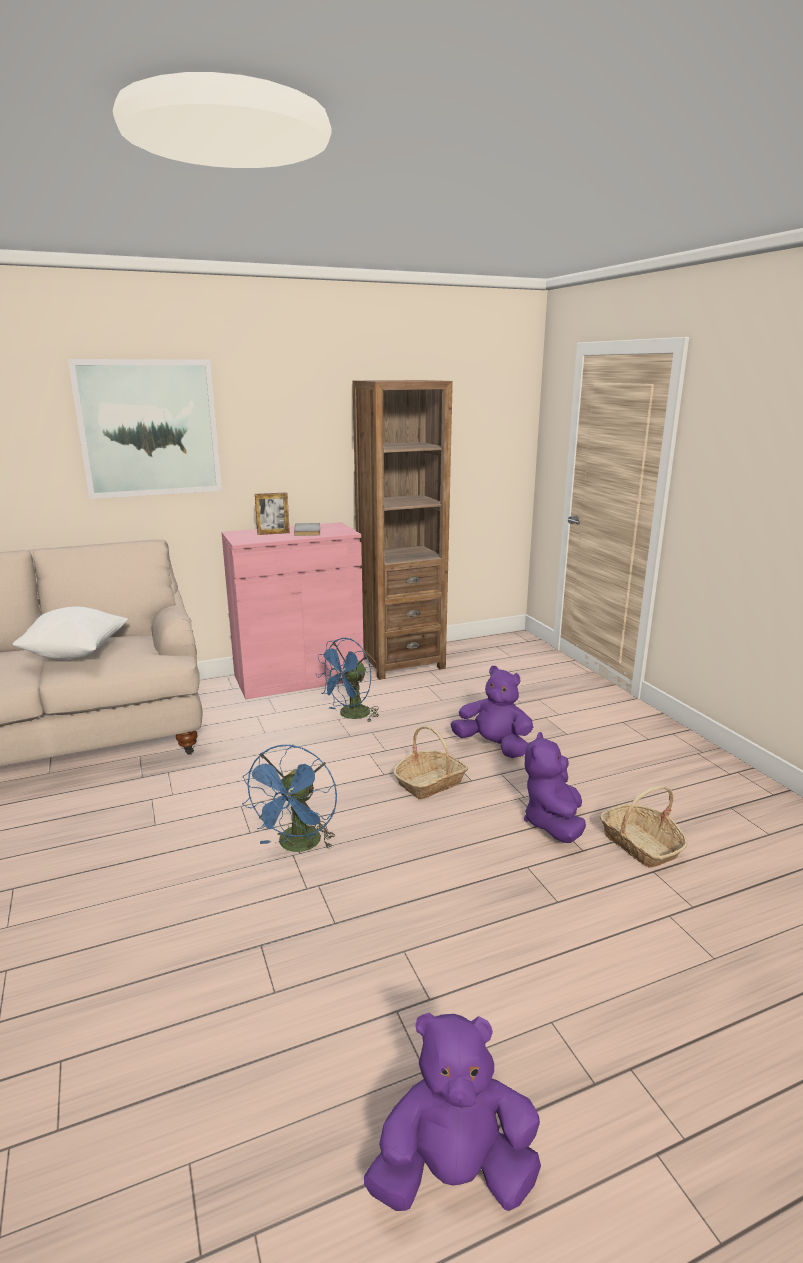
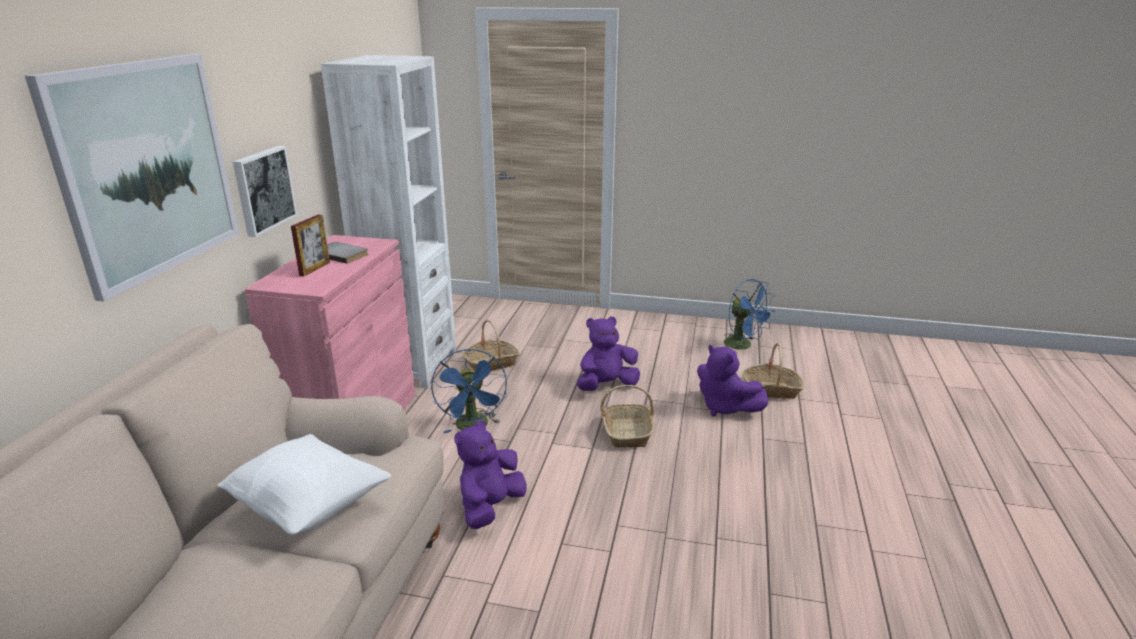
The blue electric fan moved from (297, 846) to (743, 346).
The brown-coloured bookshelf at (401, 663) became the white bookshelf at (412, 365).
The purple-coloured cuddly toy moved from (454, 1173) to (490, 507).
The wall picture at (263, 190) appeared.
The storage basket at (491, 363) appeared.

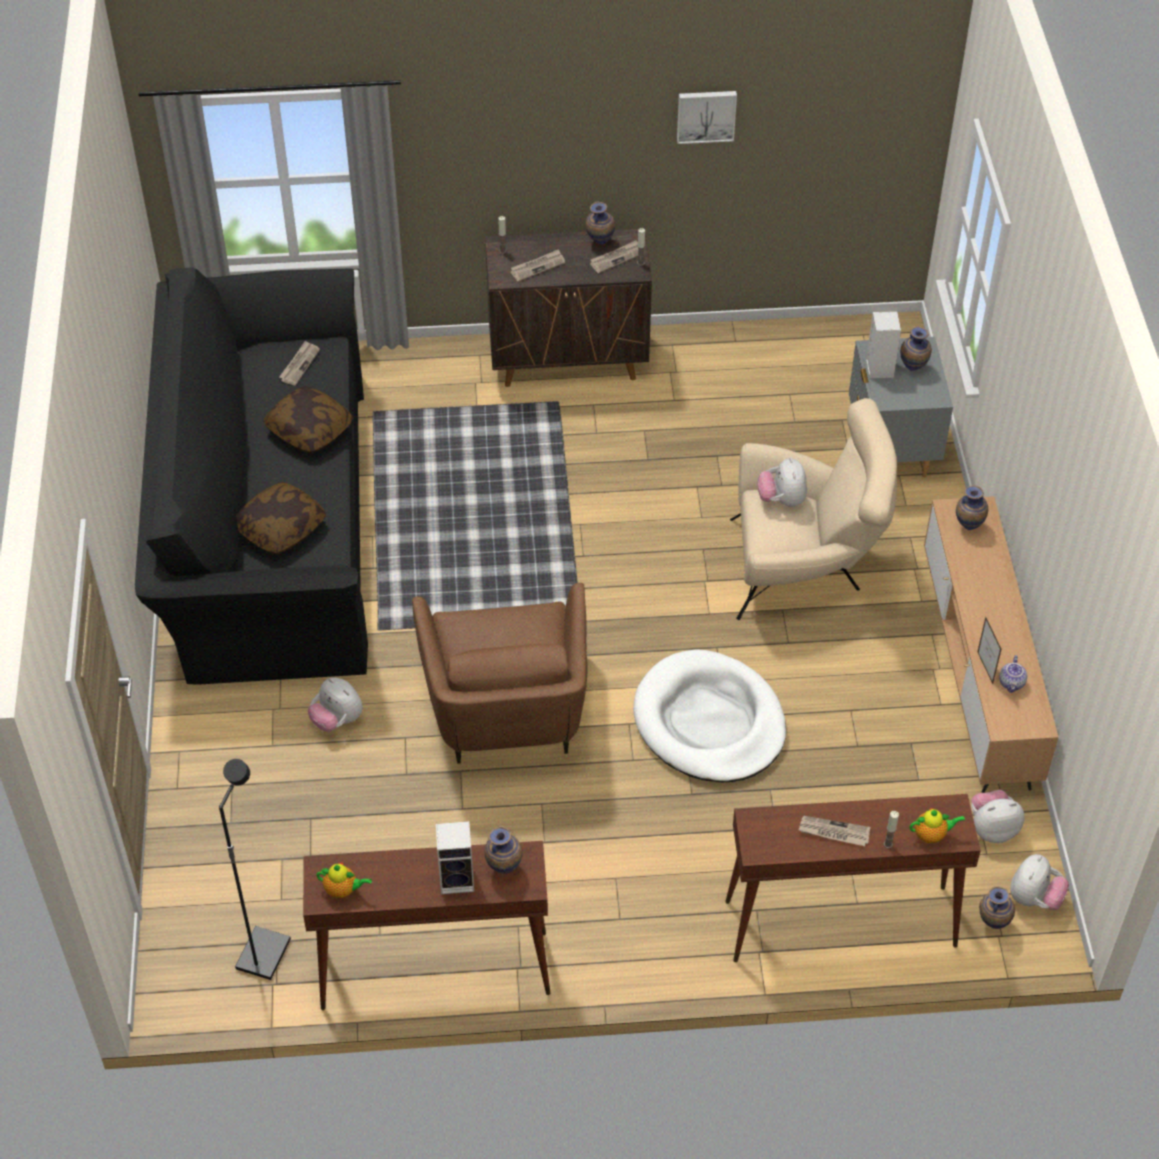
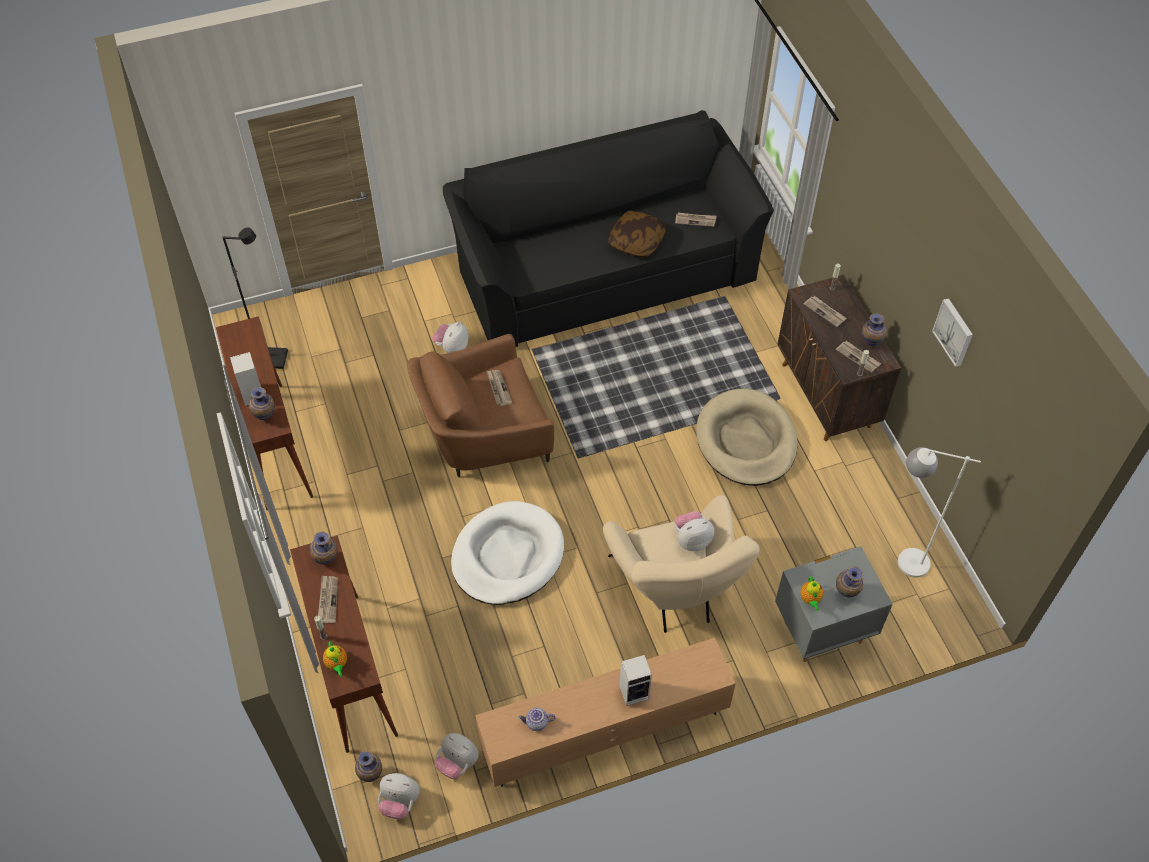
The throw pillow at (281, 528) disappeared.
The teapot moved from (343, 890) to (810, 599).
The audio speaker moved from (878, 367) to (635, 691).
The flower vase moved from (968, 526) to (327, 560).
The cuddly toy at (992, 828) turned 150 degrees clockwise.
The standing frame at (985, 668) disappeared.
The newspaper at (498, 388) appeared.
The beige dog bed at (746, 440) appeared.
The white standing lamp at (901, 560) appeared.

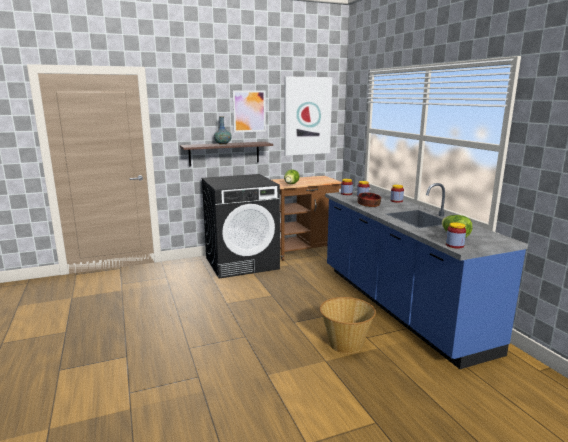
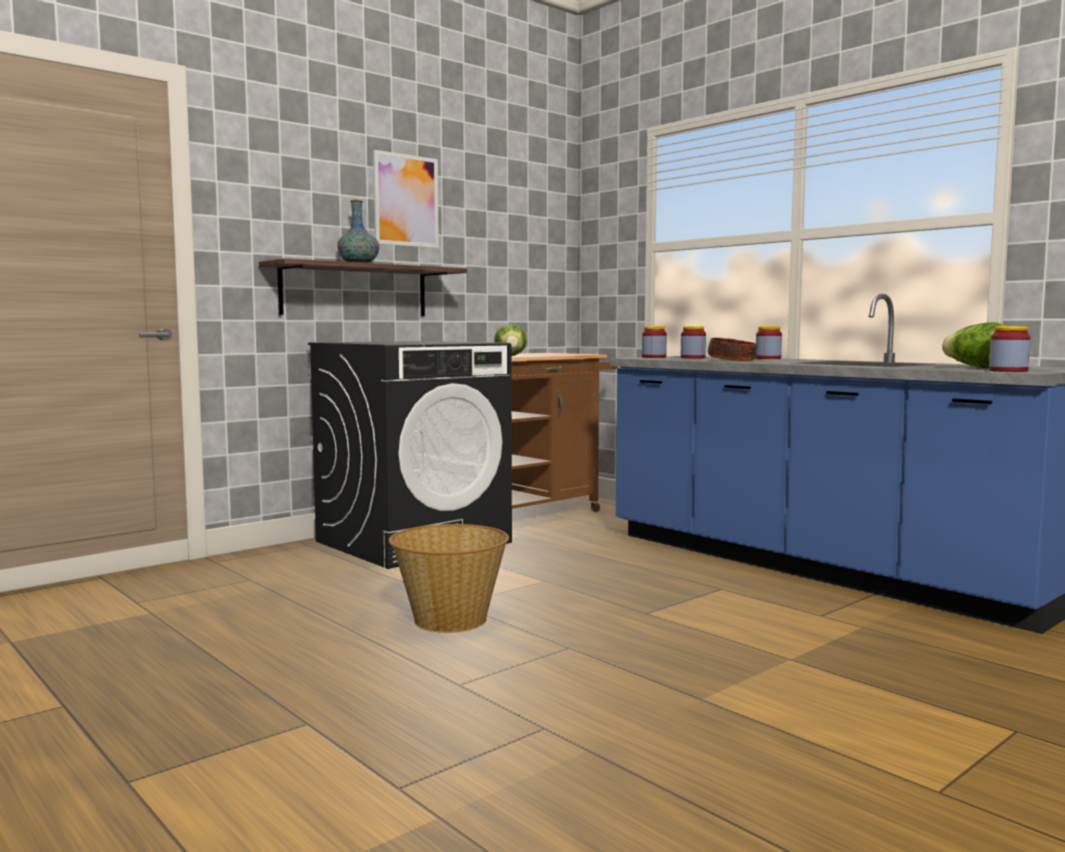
The wall picture at (307, 116) disappeared.
The storage basket moved from (345, 344) to (450, 619).

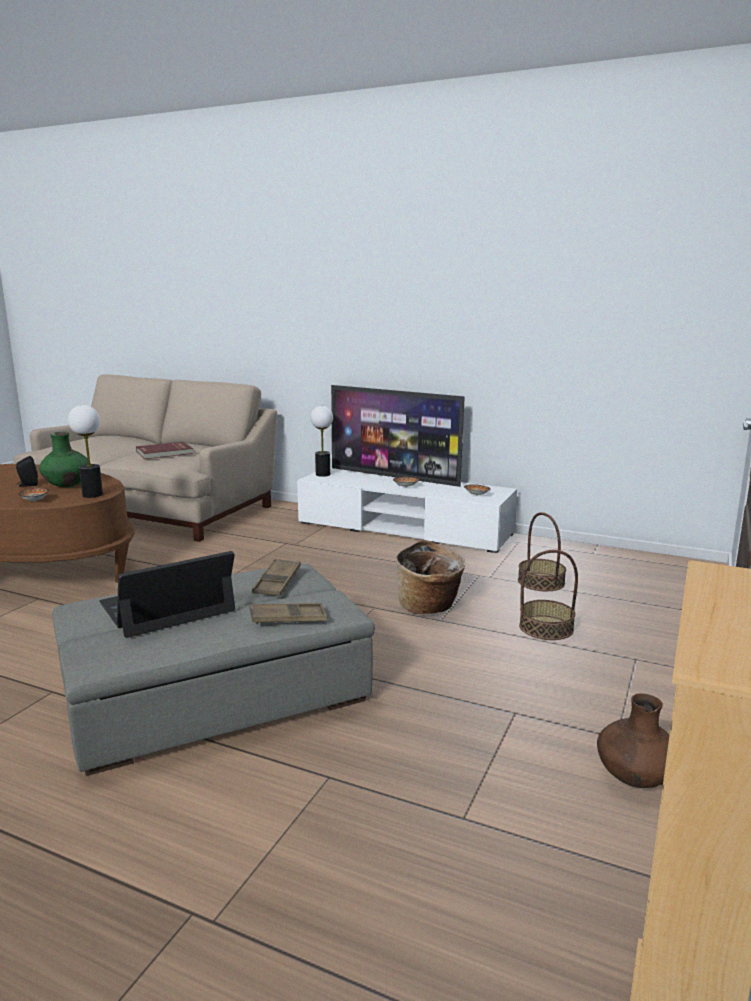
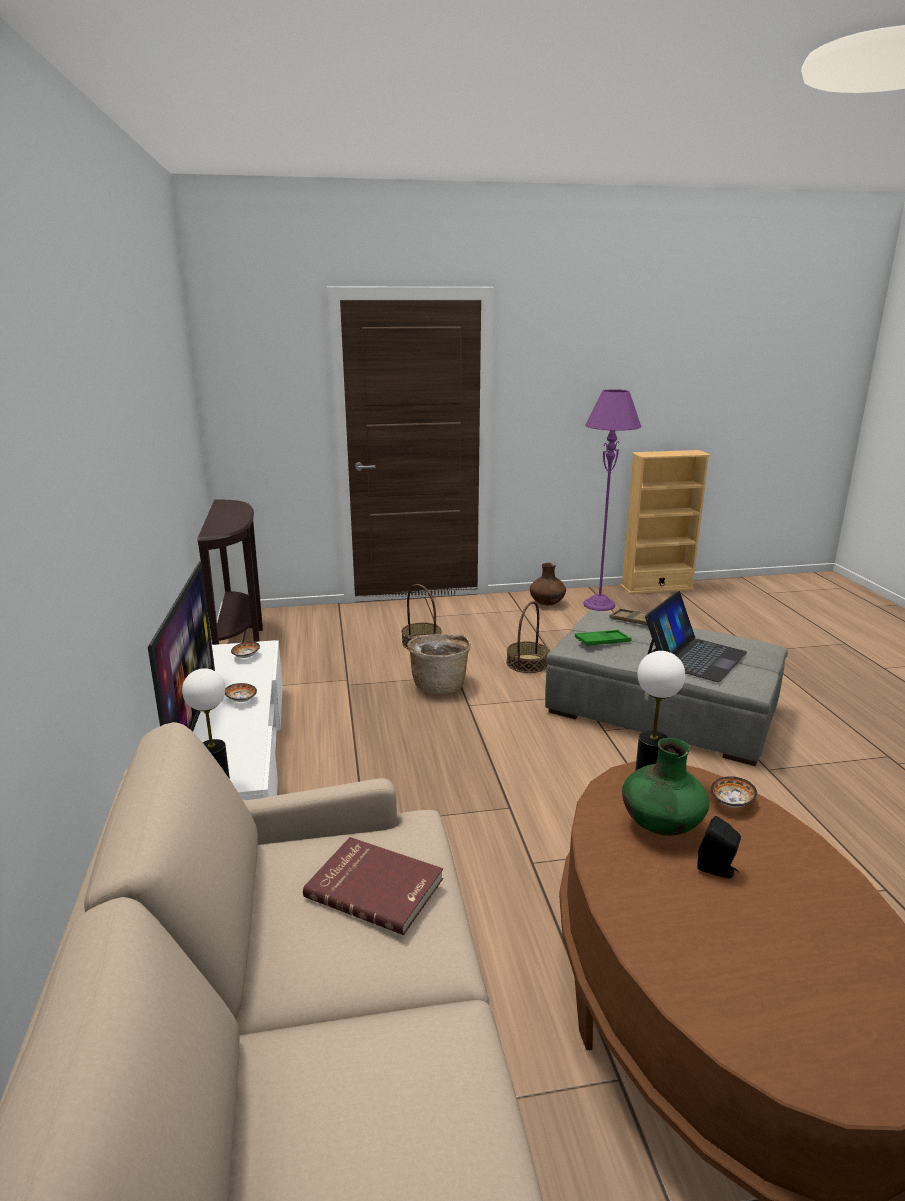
The portable computer at (167, 607) turned 75 degrees counterclockwise.
The brown-coloured serving tray at (277, 582) became the green-coloured serving tray at (602, 642).
The storage basket moved from (541, 582) to (527, 663).
The brown-coloured narrow table at (241, 640) appeared.
The purple-coloured standing lamp at (599, 605) appeared.

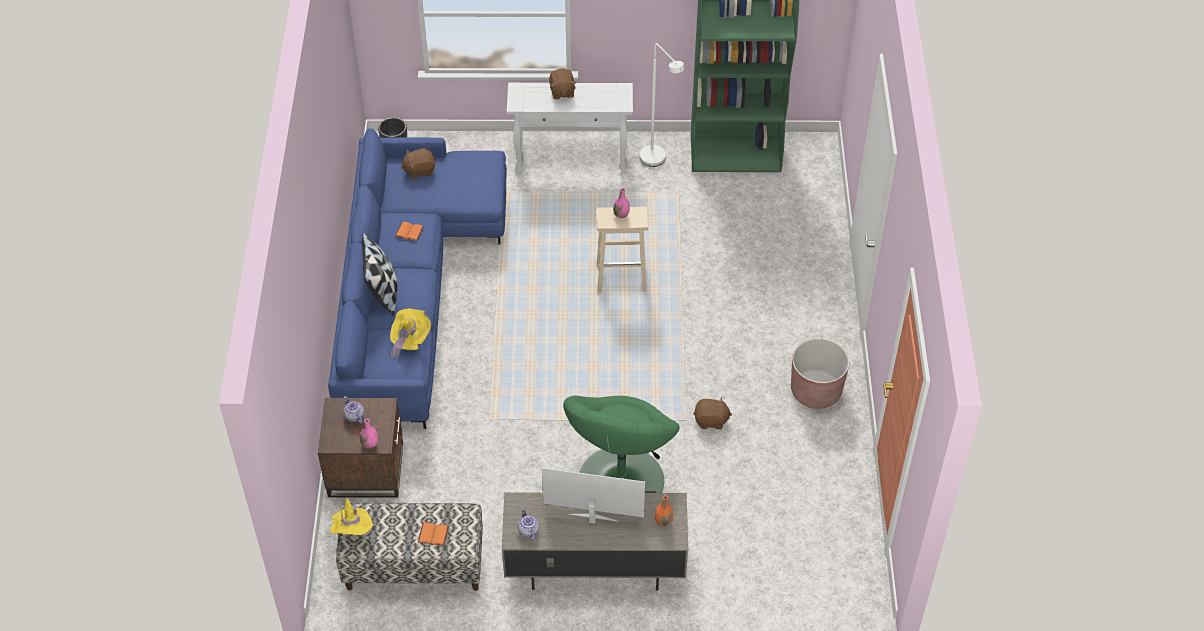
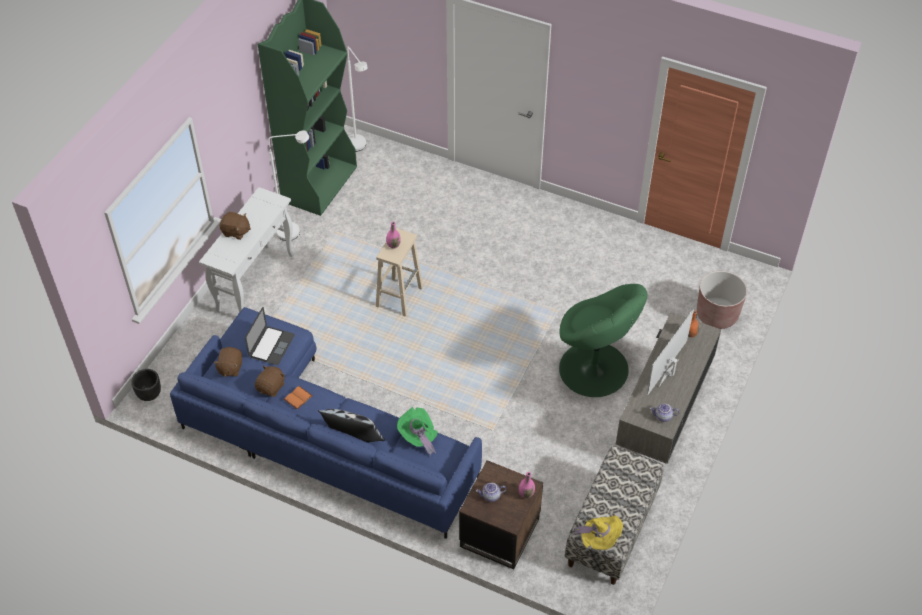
The yellowish hat at (409, 340) became the green-coloured hat at (418, 437).
The orange-coloured bound book at (434, 534) disappeared.
The brown-coloured cuddly toy moved from (711, 420) to (271, 387).
The brown-coloured plant pot moved from (816, 391) to (717, 315).
The portable computer at (271, 346) appeared.
The white standing lamp at (358, 147) appeared.

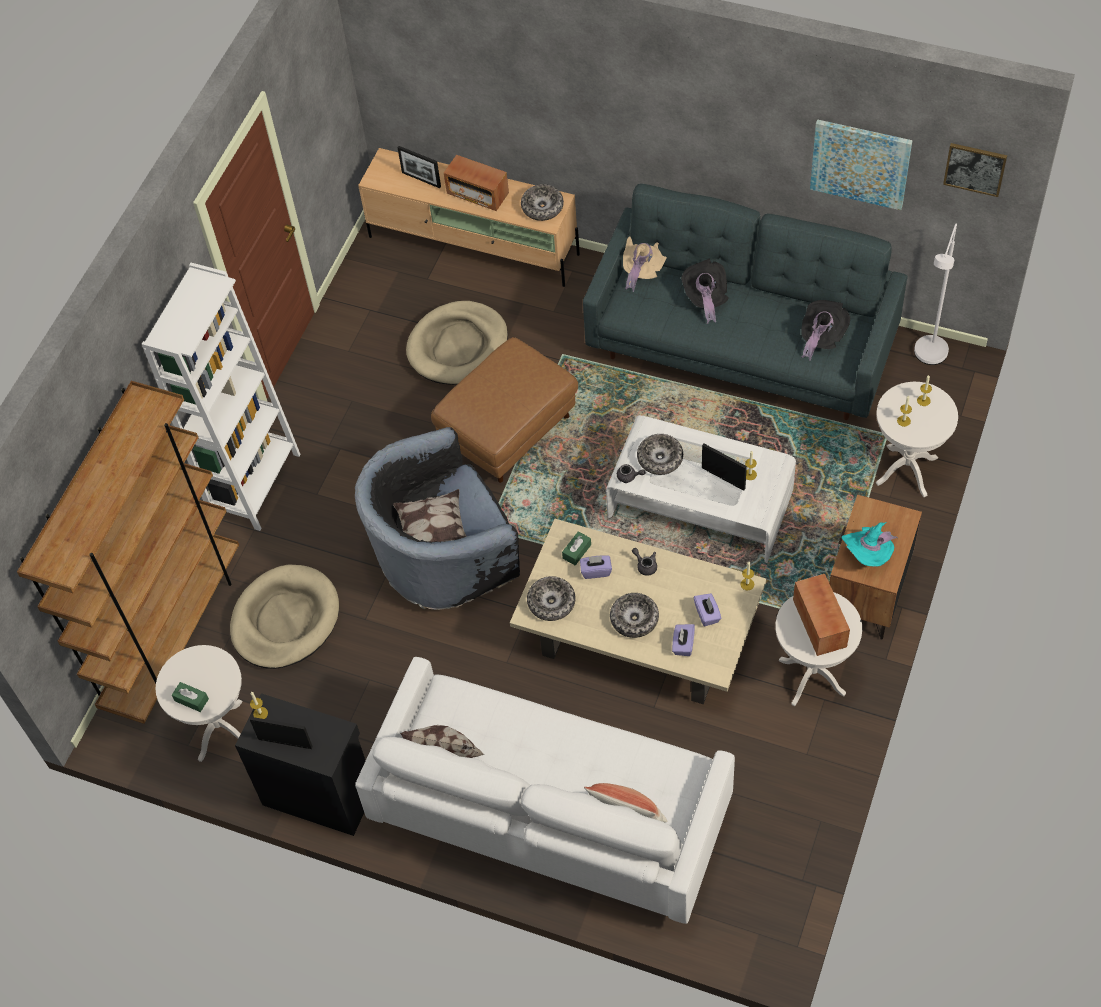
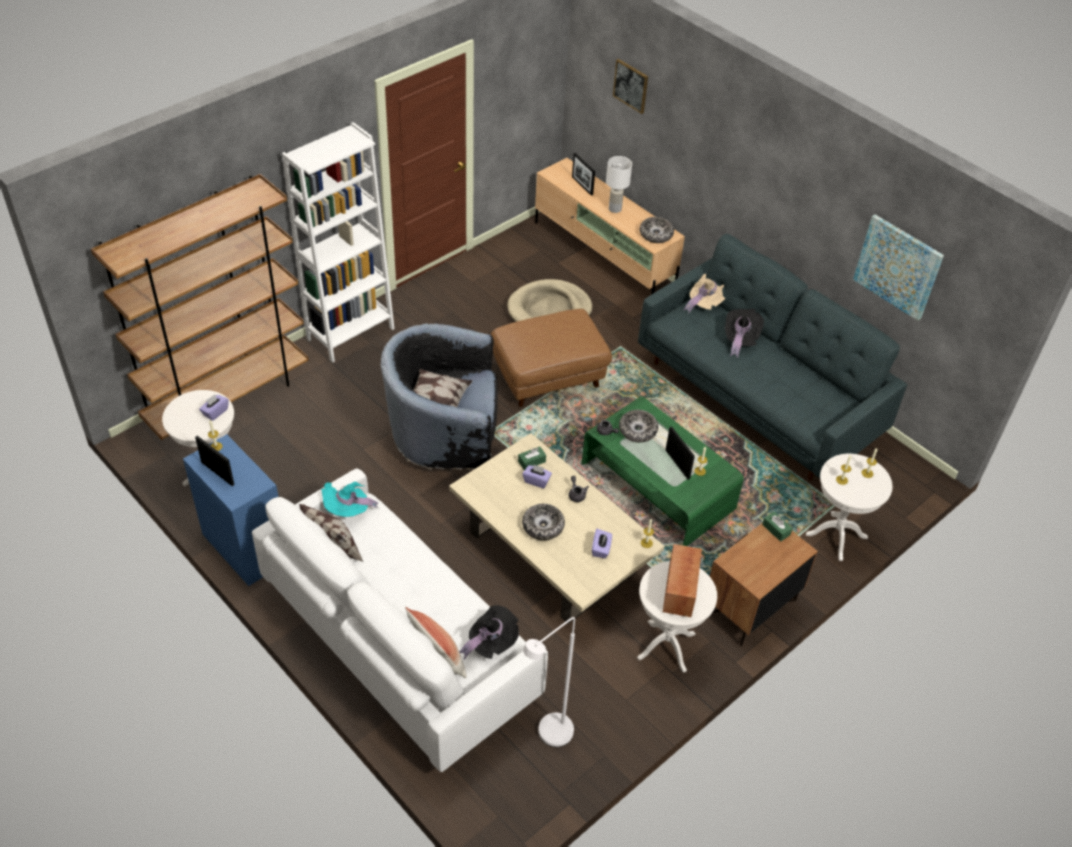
The green-coloured tissue box moved from (191, 700) to (776, 530).
The beige dog bed at (285, 620) disappeared.
The blackish cupboard at (318, 795) became the blue cupboard at (245, 546).
The radio receiver at (477, 194) was replaced by the white table lamp at (615, 209).
The serving bowl at (551, 602) disappeared.
The white low table at (700, 504) became the green-coloured low table at (657, 486).
The purple-coloured tissue box moved from (683, 645) to (215, 412).
The blackish hat moved from (821, 337) to (491, 642).
The turquoise-coloured hat moved from (868, 555) to (348, 510).
The white standing lamp moved from (928, 359) to (548, 737).
The wall picture moved from (975, 168) to (631, 85).

